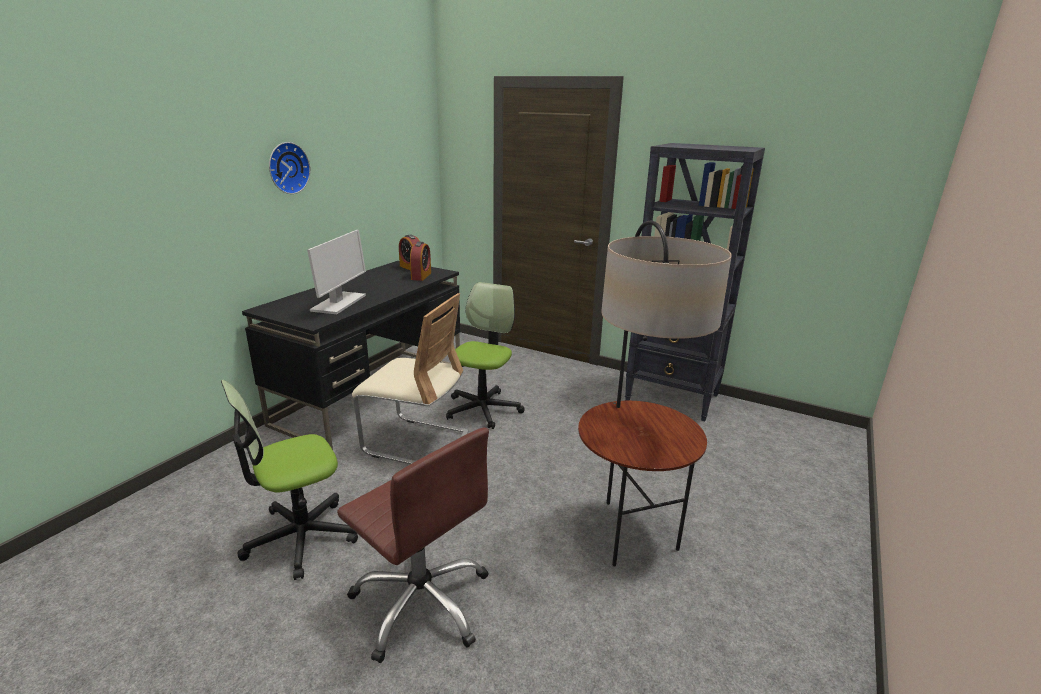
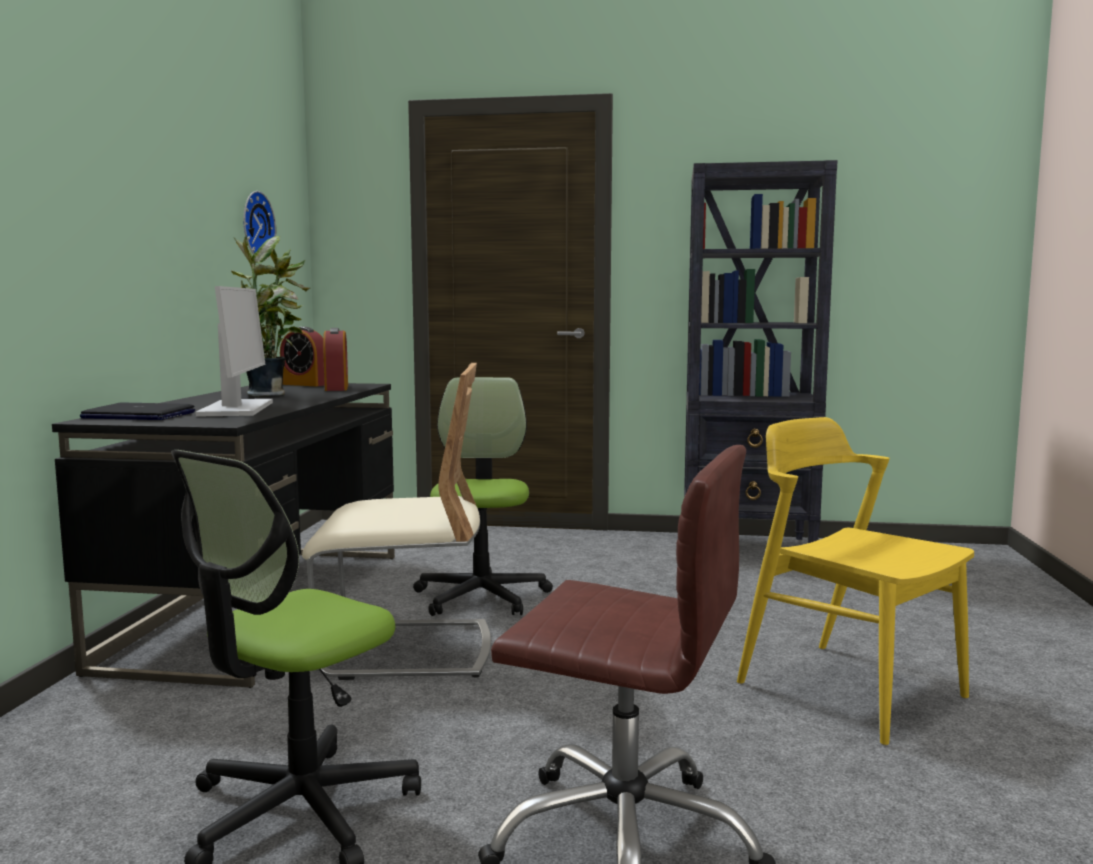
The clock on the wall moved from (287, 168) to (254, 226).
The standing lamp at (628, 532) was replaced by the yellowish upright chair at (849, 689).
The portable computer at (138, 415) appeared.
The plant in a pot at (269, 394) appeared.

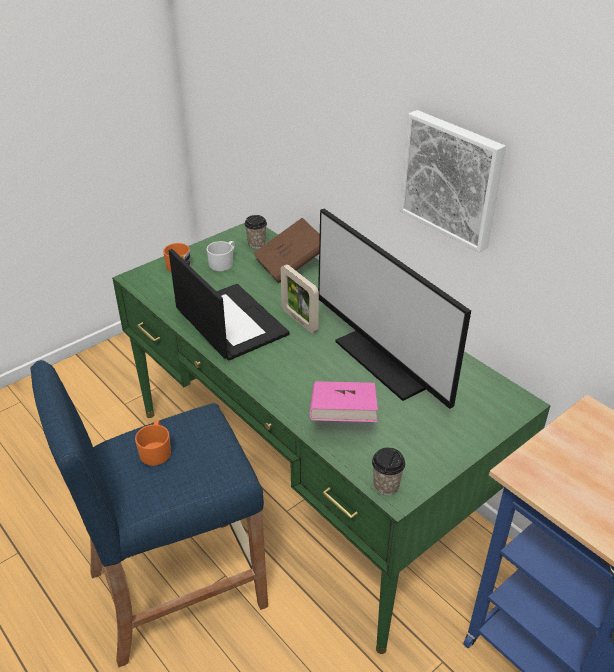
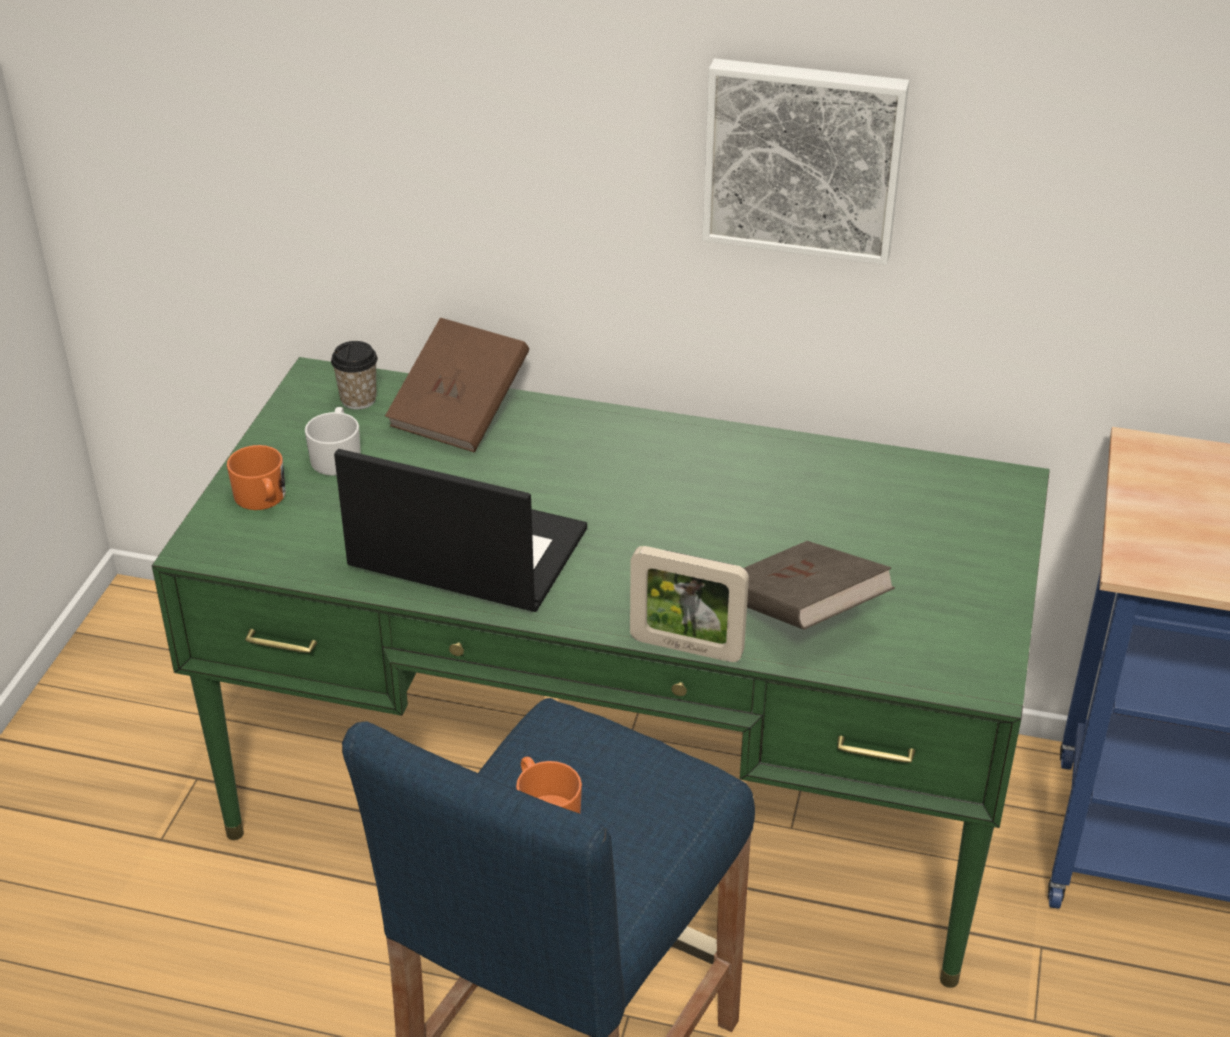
The standing frame moved from (299, 320) to (686, 647).
The pink bound book at (342, 416) became the brown-coloured bound book at (801, 613).
The computer screen at (390, 359) disappeared.
The small cup at (386, 485) disappeared.

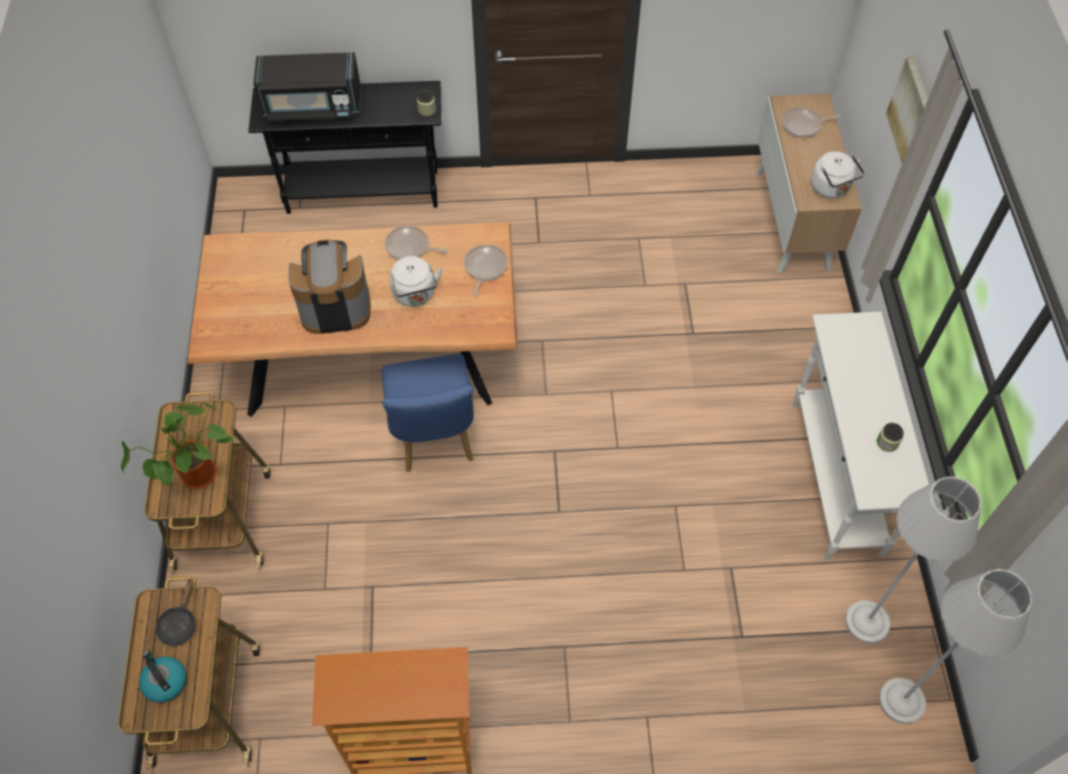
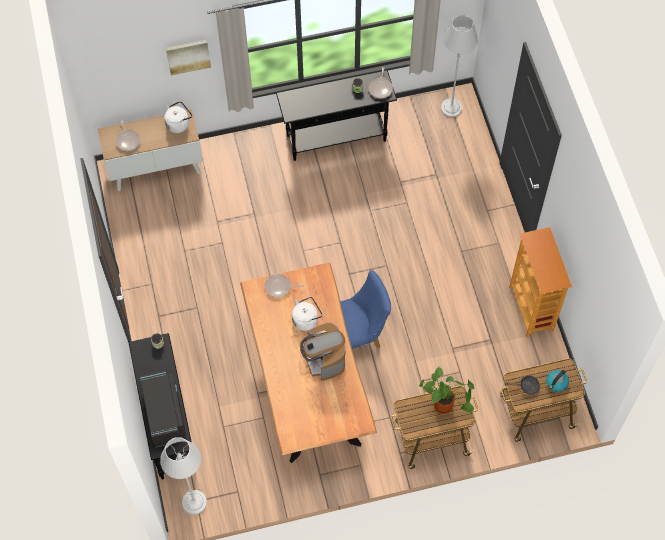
The skillet moved from (409, 247) to (381, 88).
The white narrow table at (836, 478) became the blackish narrow table at (337, 138).
The gray standing lamp moved from (866, 622) to (194, 502).

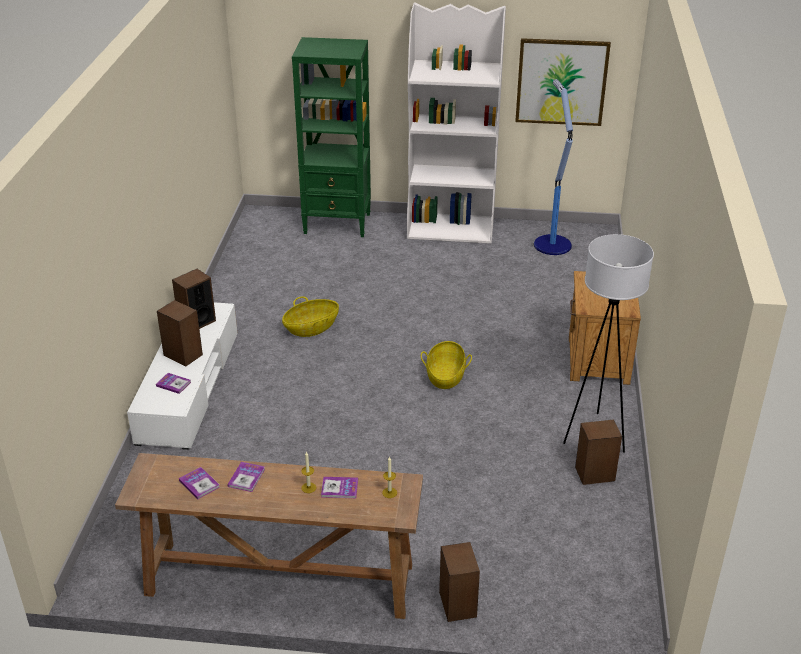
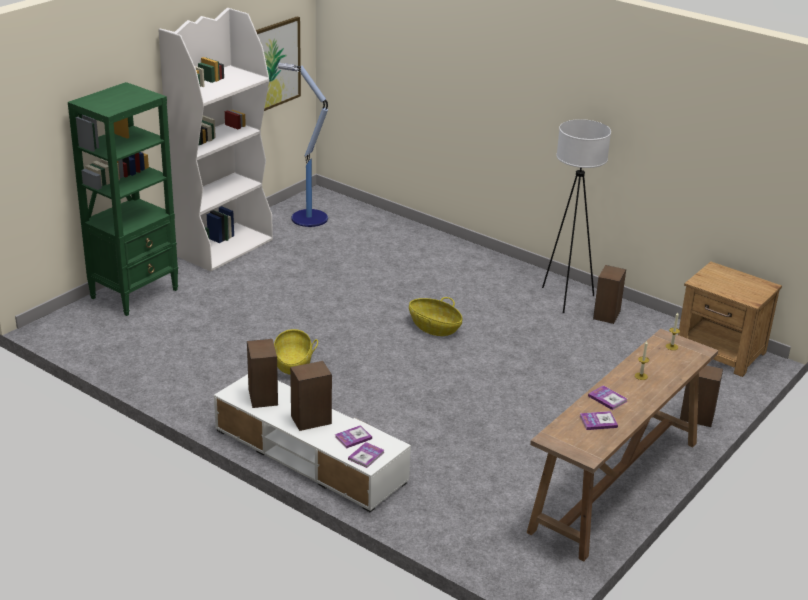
The bound book moved from (339, 488) to (366, 456).
The brown-coloured nightstand moved from (597, 361) to (721, 352).

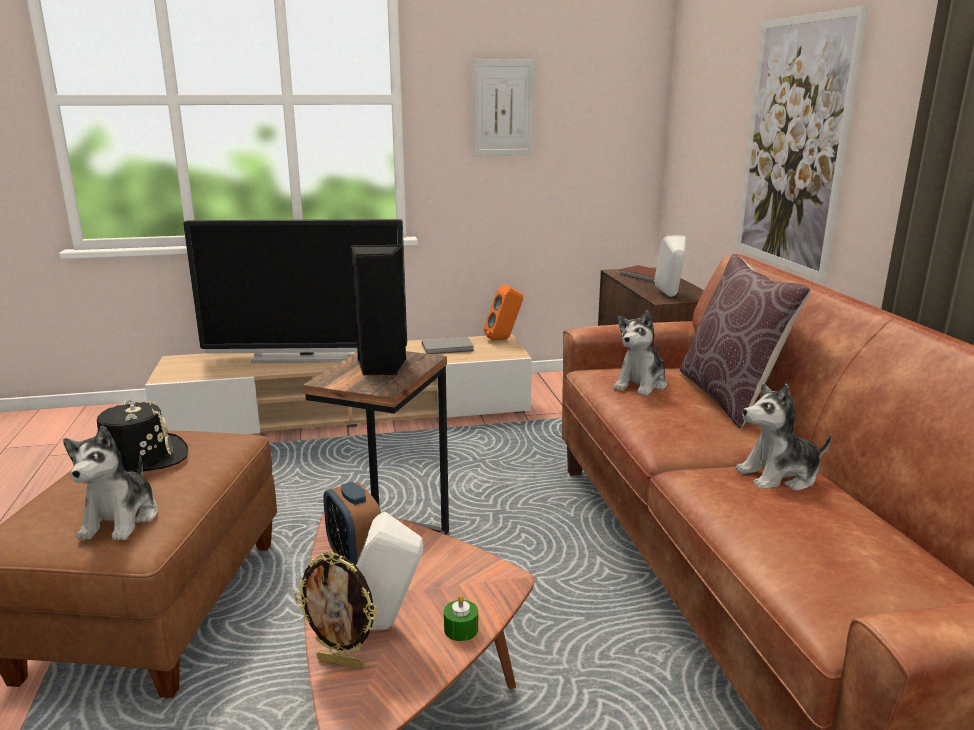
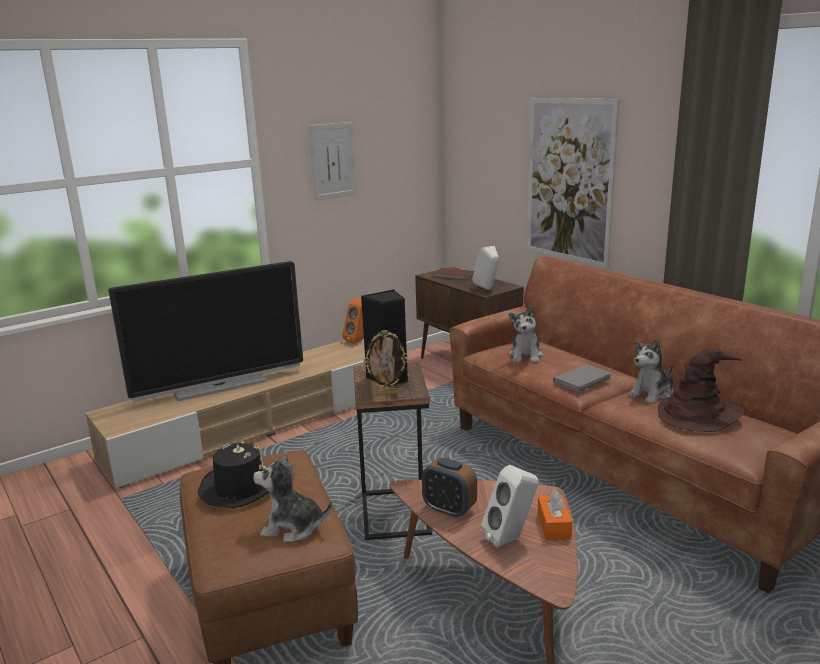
The cuddly toy at (121, 519) turned 120 degrees clockwise.
The standing frame moved from (341, 662) to (387, 393).
The gray bound book moved from (448, 348) to (583, 380).
The green-coloured wax candle at (461, 629) was replaced by the orange-coloured tissue box at (554, 526).
The brown-coloured throw pillow at (729, 397) disappeared.
The brown-coloured hat at (698, 414) appeared.

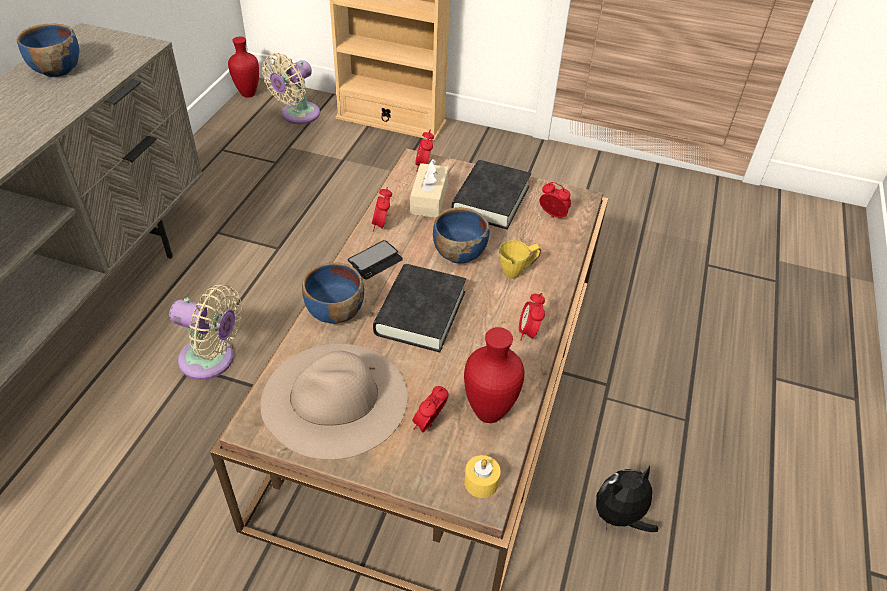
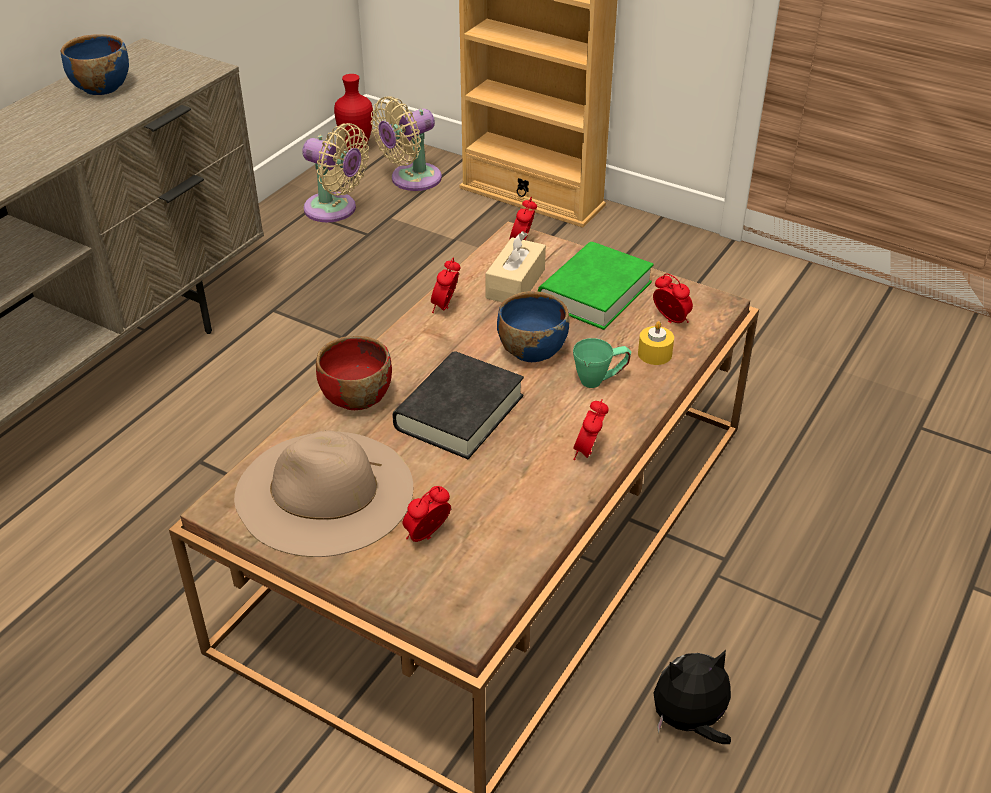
The beige electric fan moved from (212, 360) to (335, 210).
The blue serving bowl at (335, 311) became the red-coloured serving bowl at (356, 397).
The phone at (375, 261) disappeared.
The blackish bound book at (490, 200) became the green-coloured bound book at (595, 293).
The red-coloured flower vase at (488, 411) disappeared.
The yellowish wax candle moved from (481, 482) to (654, 354).
The yellowish coffee mug at (518, 271) became the green-coloured coffee mug at (600, 380).

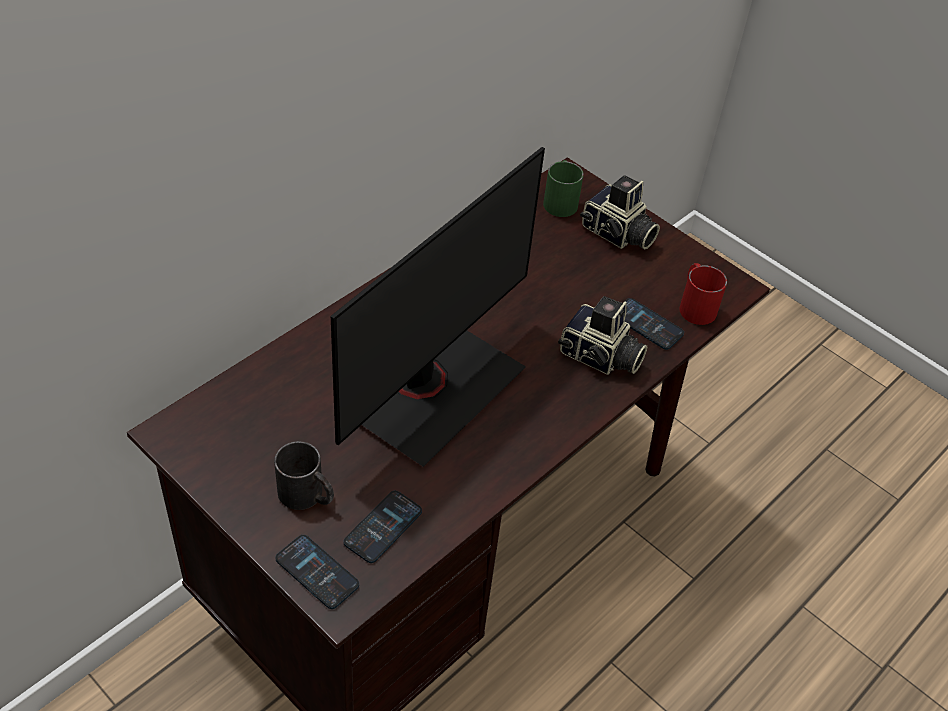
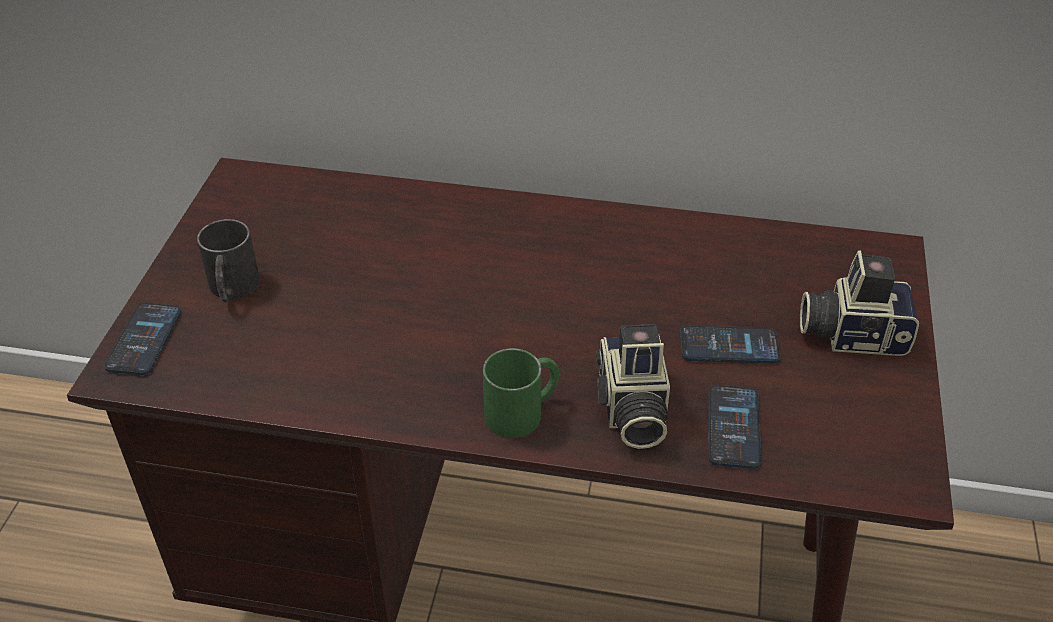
The computer screen at (429, 388) disappeared.
The phone moved from (383, 527) to (729, 346).
The green-coloured coffee mug moved from (560, 200) to (523, 411).
The photo camera at (617, 234) turned 90 degrees clockwise.
The red-coloured coffee mug at (695, 305) disappeared.

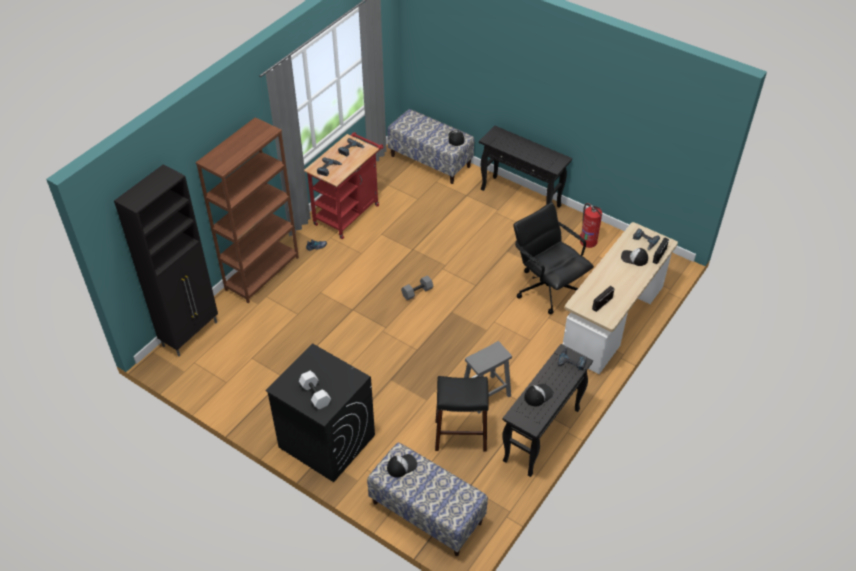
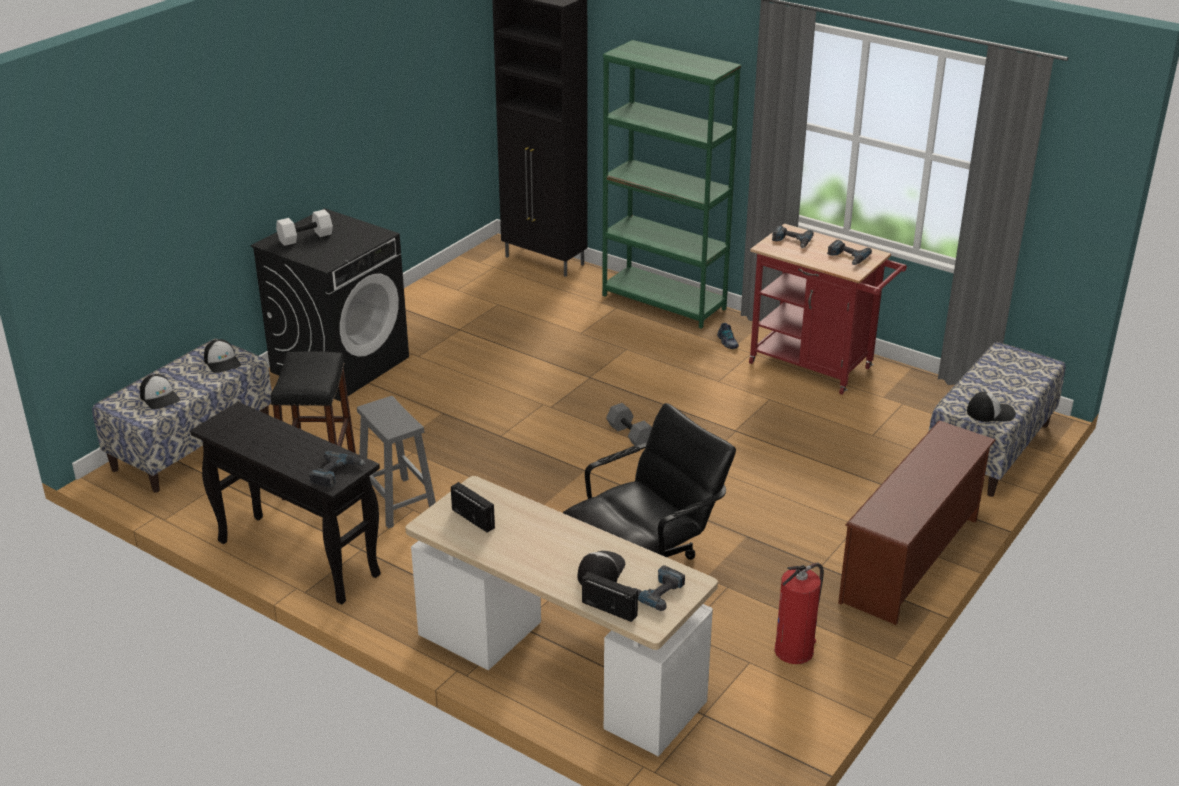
The brown-coloured bookshelf at (262, 273) became the green-coloured bookshelf at (664, 302).
The blackish narrow table at (521, 198) was replaced by the brown-coloured shoe rack at (912, 561).
The peaked cap moved from (538, 395) to (160, 397).

